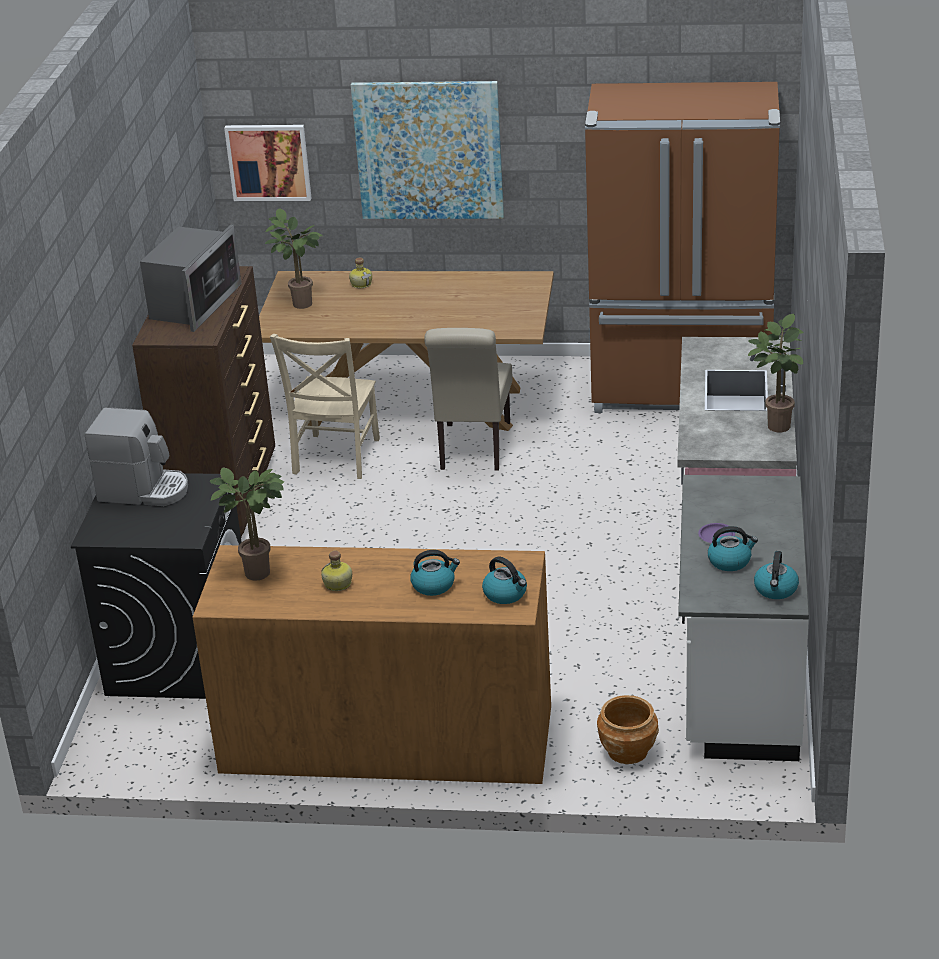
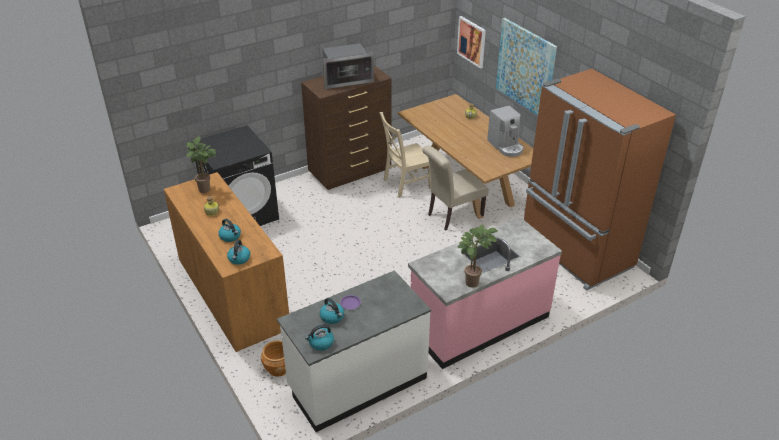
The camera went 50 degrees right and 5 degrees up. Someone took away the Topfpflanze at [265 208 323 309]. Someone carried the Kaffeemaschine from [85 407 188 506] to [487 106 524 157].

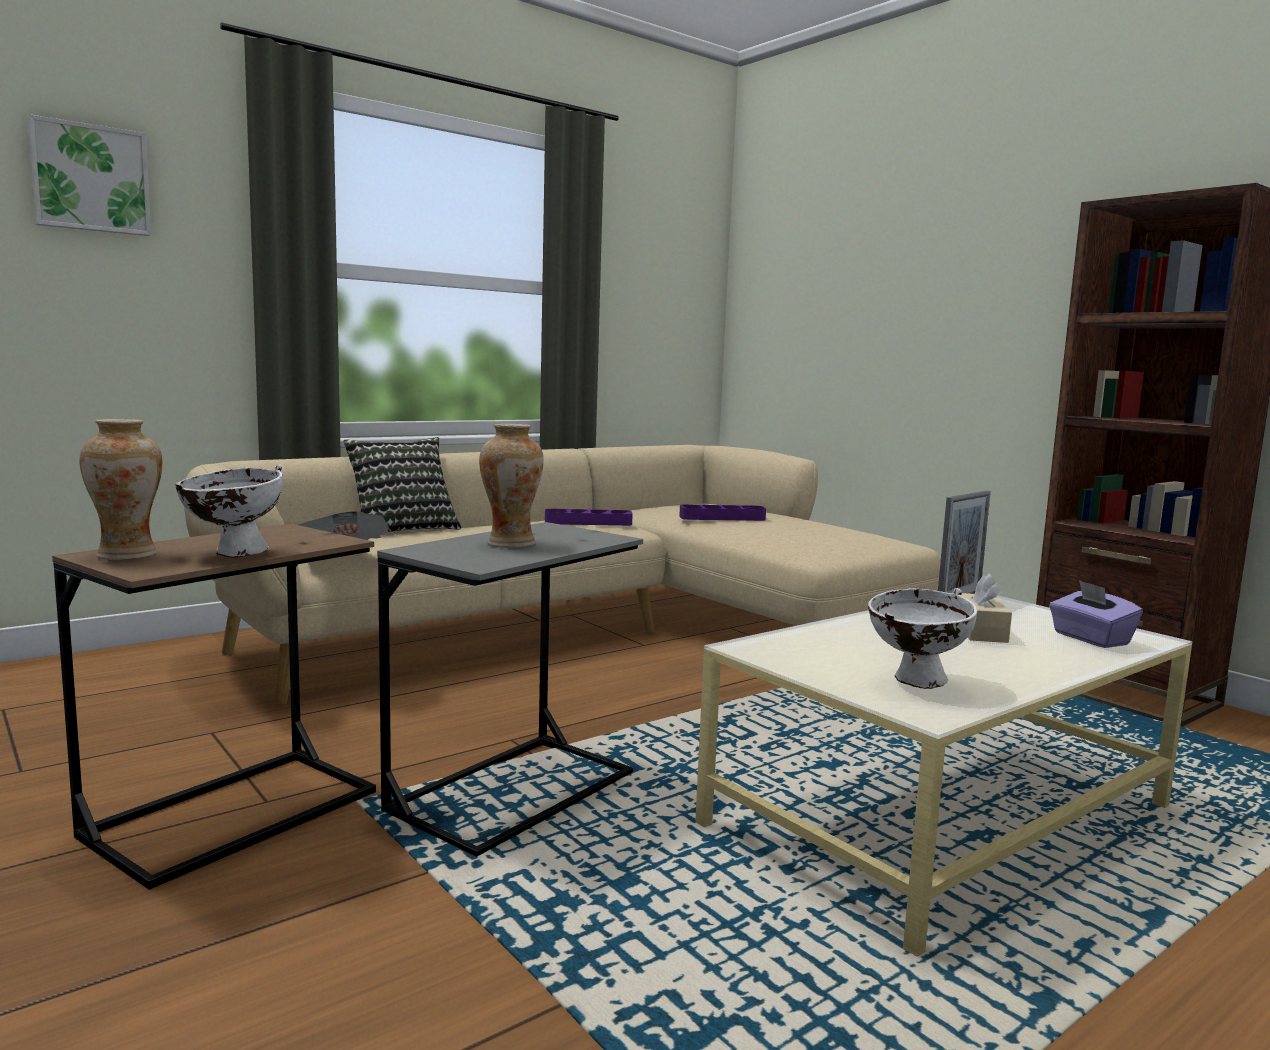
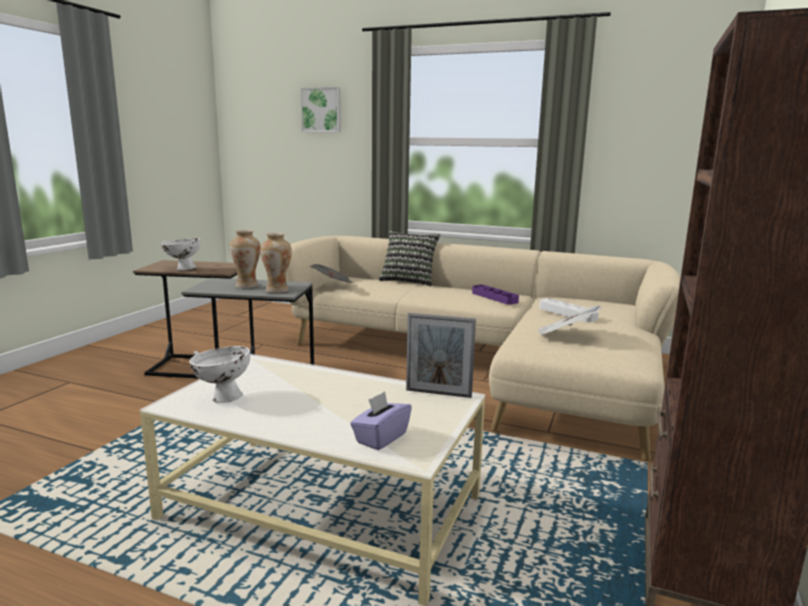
The camera went 60 degrees right and 5 degrees up. Someone carried the Vase from [80 419 163 560] to [260 233 292 293]. Someone repainted the Tablett/lila at [679 504 766 521], which became the Tablett/weiß at [539 298 599 322]. Someone took away the Taschentuchbox/beige at [961 574 1012 643]. Someone put down the Zeitung at [538 306 602 335].

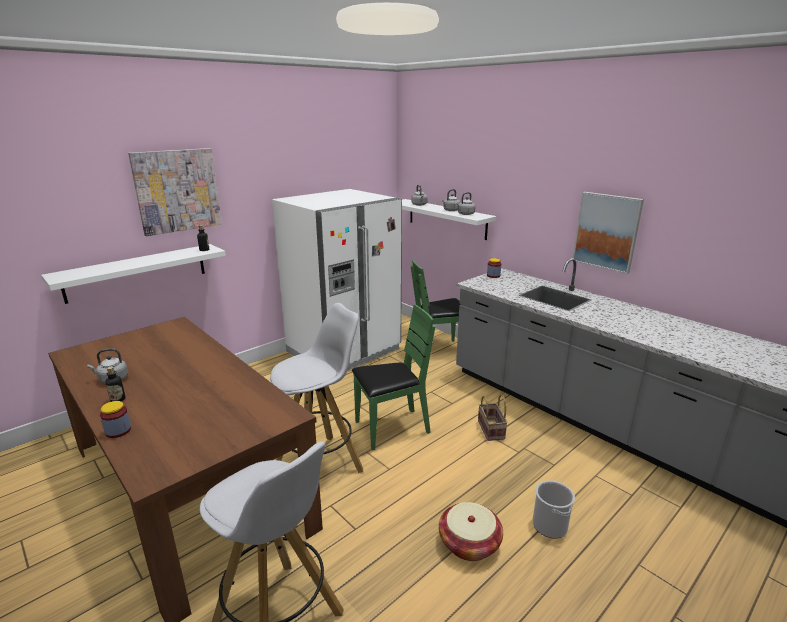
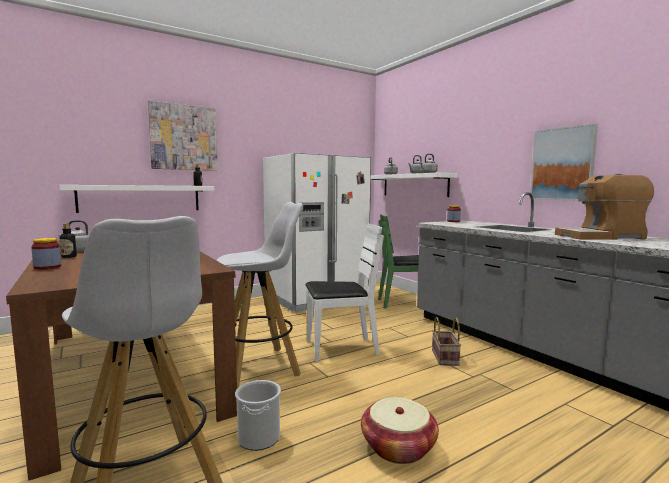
The camera went 10 degrees right and 15 degrees down. Someone repainted the Stuhl/grün at [352 305 435 450], which became the Stuhl/weiß at [305 224 384 362]. Someone carried the Eimer from [533 480 575 538] to [235 380 281 451]. Someone put down the Kaffeemaschine at [555 174 654 240].

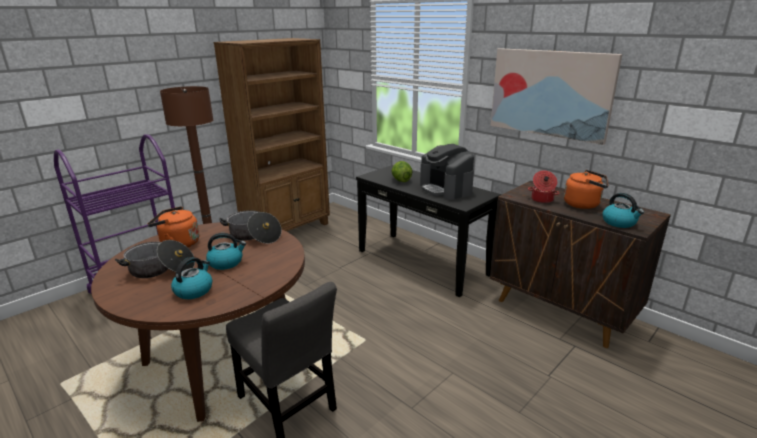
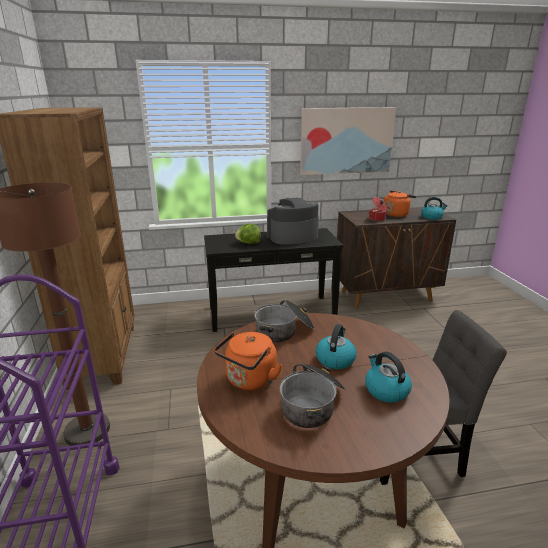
The camera went 55 degrees left and 0 degrees up. Someone rotated the Kaffeemaschine at [420 144 474 200] by 150 degrees clockwise.

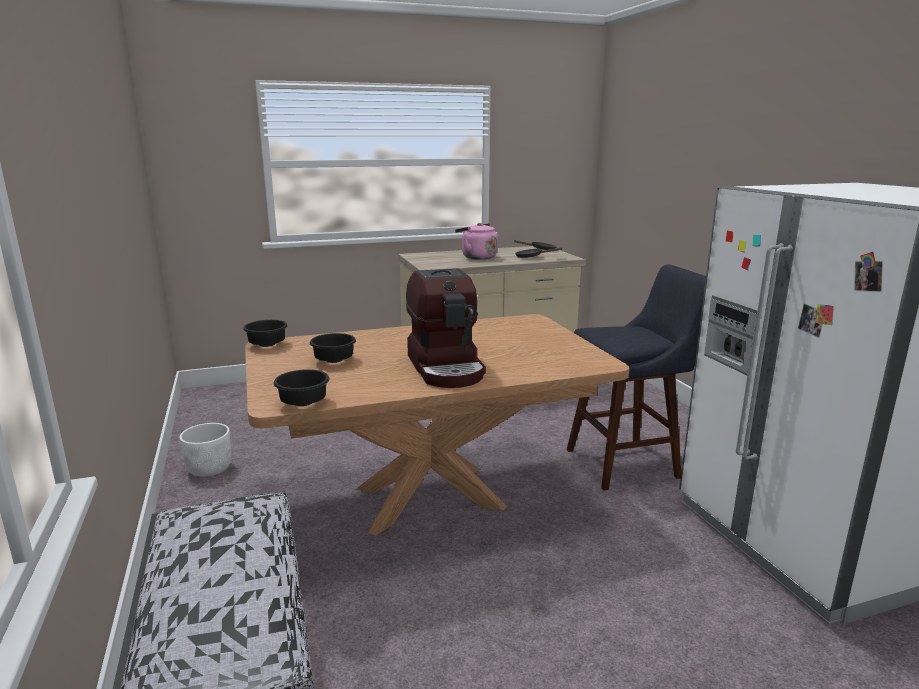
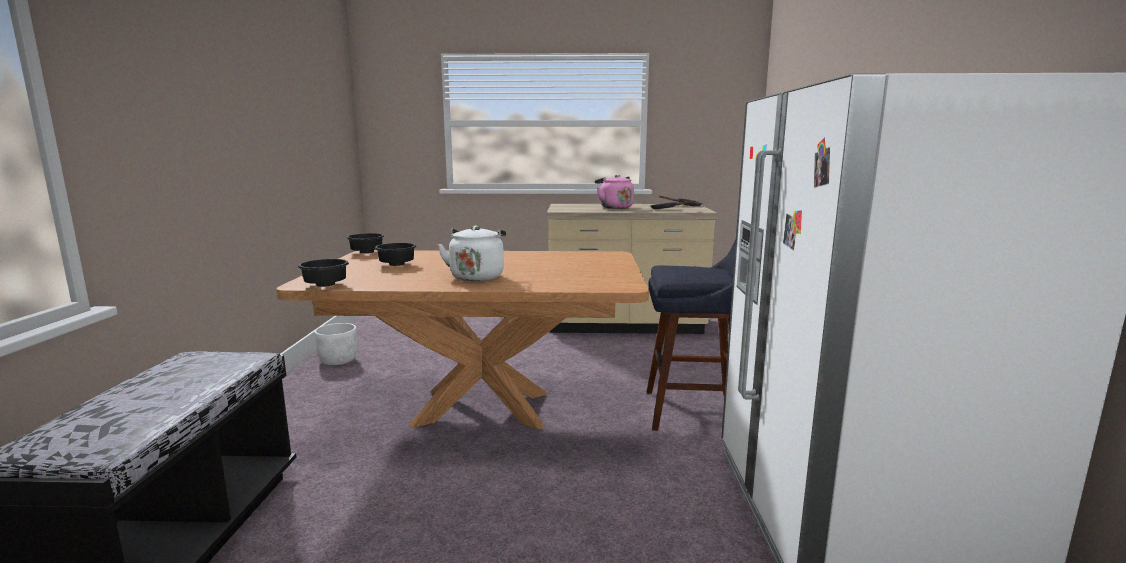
The camera went 20 degrees right and 5 degrees down. Someone swapped the Kaffeemaschine at [406 268 486 388] for the Wasserkessel/weiß at [438 226 506 281].

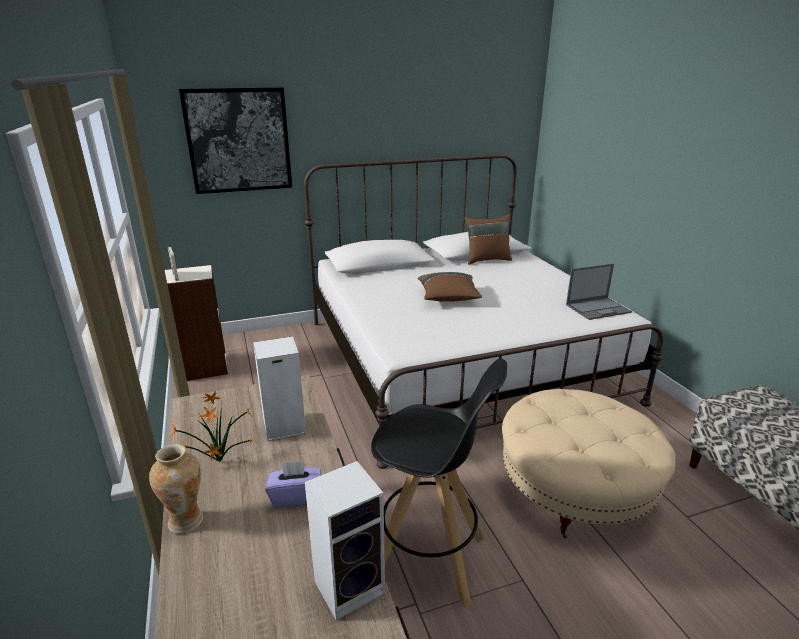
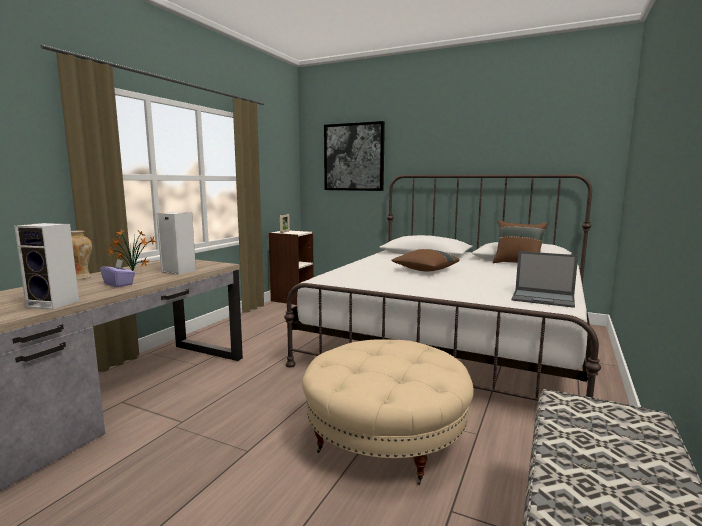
The camera went 45 degrees right and 15 degrees down. Someone took away the Hocker/schwarz at [371 358 507 608].

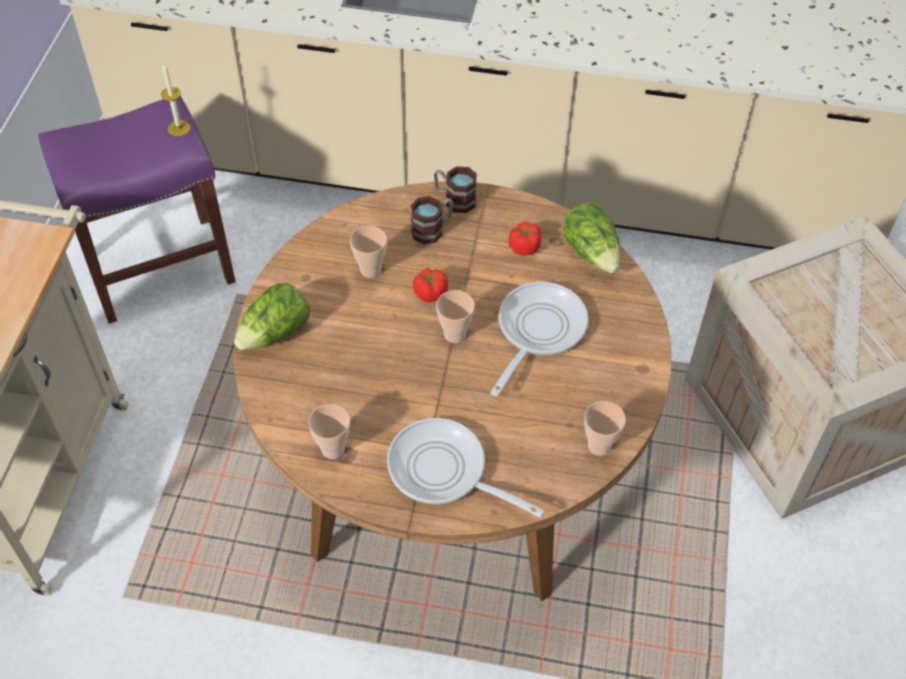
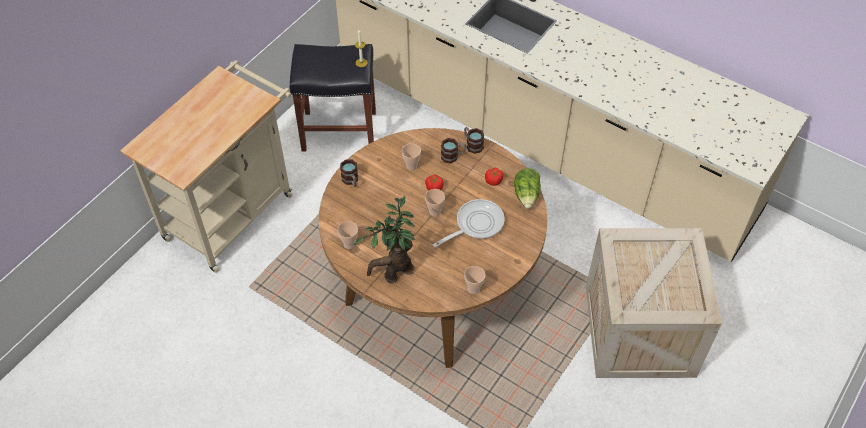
The camera went 25 degrees right and 0 degrees up. Someone repainted the Hocker/lila at [38 95 236 324], which became the Hocker/schwarz at [290 44 376 152]. Someone swapped the Salatkopf at [234 283 310 350] for the Henkelbecher at [340 159 358 187]. Someone swapped the Pfanne at [387 418 544 518] for the Topfpflanze at [354 196 415 284].

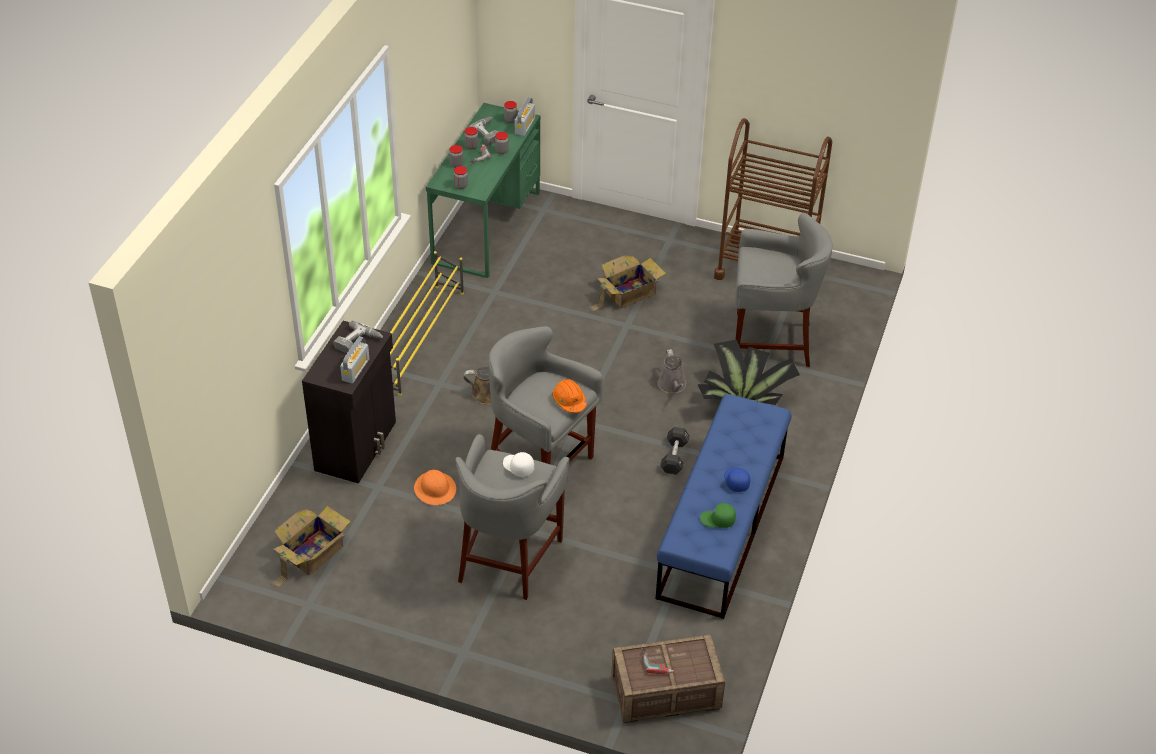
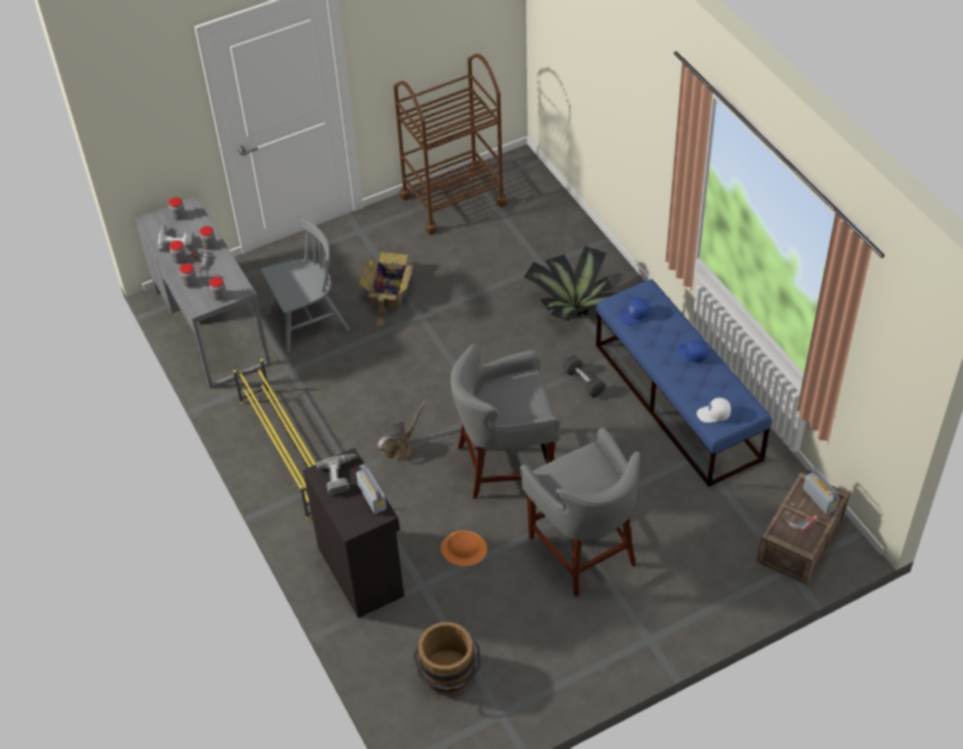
The camera went 45 degrees left and 5 degrees up. Someone carried the Radio from [515 97 535 136] to [803 468 839 515]. Someone repainted the Schreibtisch/grün at [426 103 540 278], which became the Schreibtisch/grau at [135 196 270 389]. Someone took away the Hocker/grau at [734 213 833 367]. Someone took away the Gießkanne/grau at [658 349 686 394]. Someone took away the Schutzhelm/orange at [552 379 587 413]. Someone carried the Kappe/weiß from [503 452 534 477] to [697 397 731 423]. Someone took away the Kappe/grün at [700 503 736 528]. Someone swapped the Karton at [271 506 351 588] for the Eimer/braun at [413 622 481 695]. Someone put down the Stuhl/grau at [261 219 350 353]. Someone put down the Kappe/blau at [620 298 649 326].

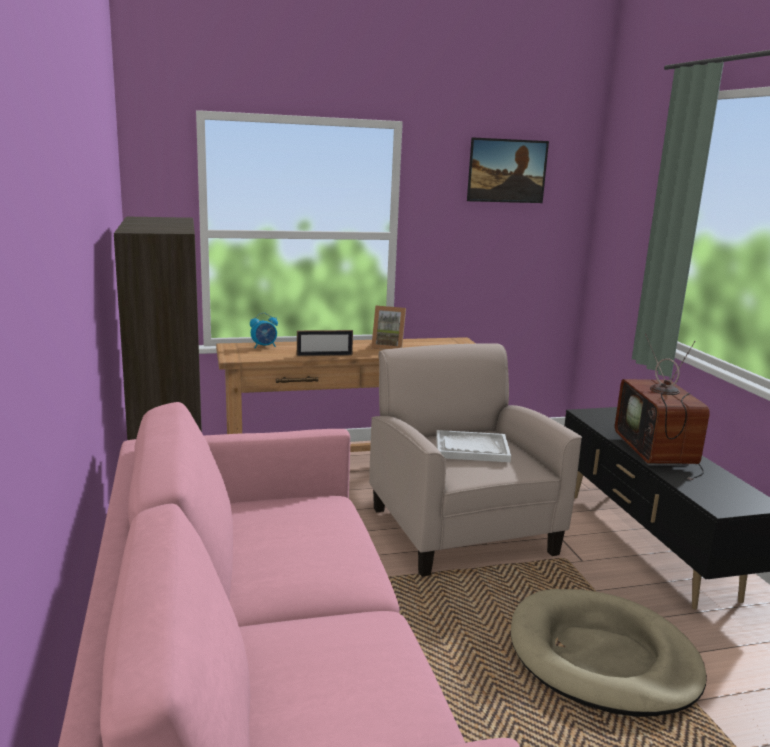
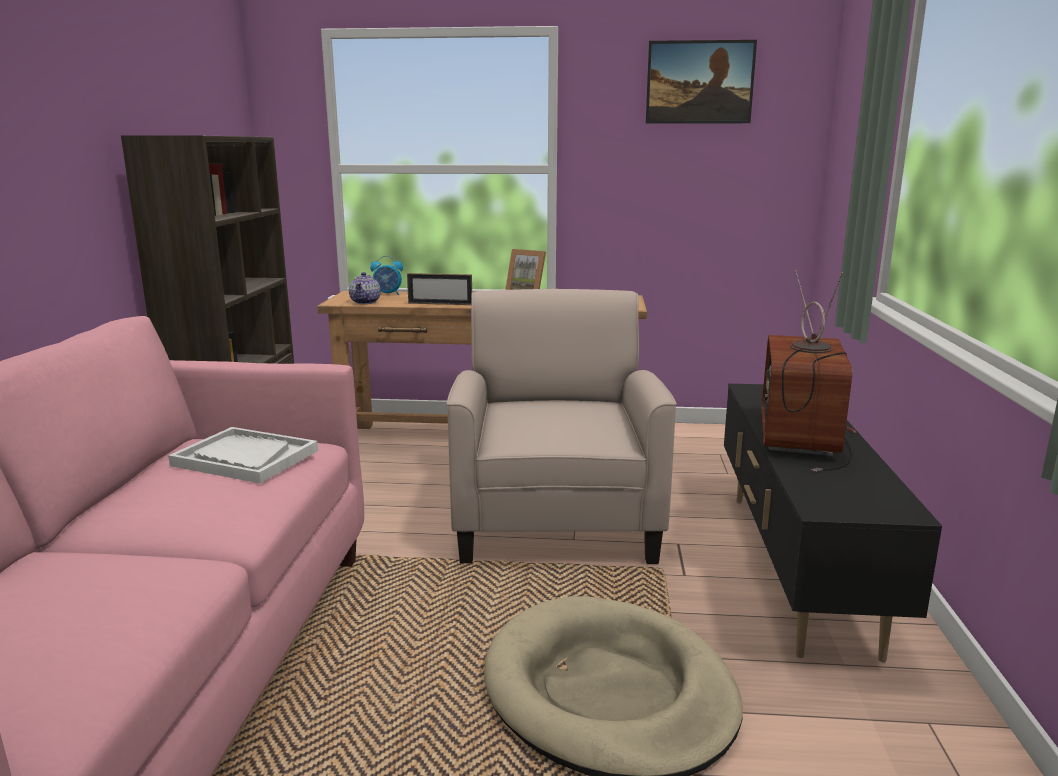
The camera went 20 degrees right and 0 degrees up. Someone carried the Tablett/weiß from [436 430 511 462] to [168 427 318 484]. Someone put down the Teekanne at [349 272 381 304].

